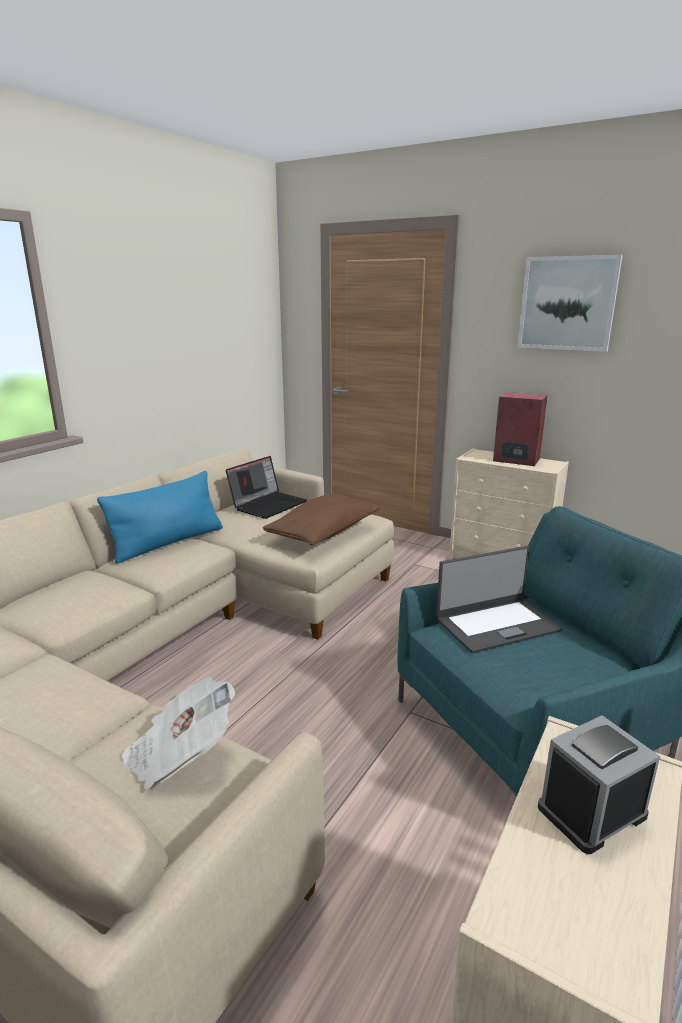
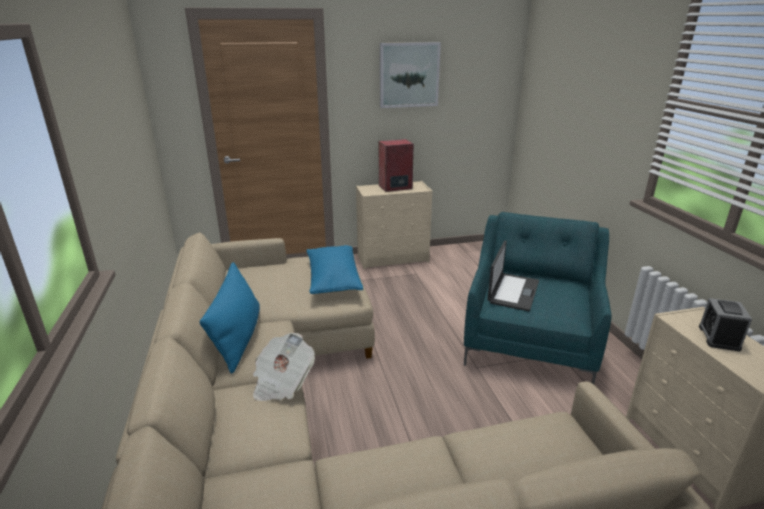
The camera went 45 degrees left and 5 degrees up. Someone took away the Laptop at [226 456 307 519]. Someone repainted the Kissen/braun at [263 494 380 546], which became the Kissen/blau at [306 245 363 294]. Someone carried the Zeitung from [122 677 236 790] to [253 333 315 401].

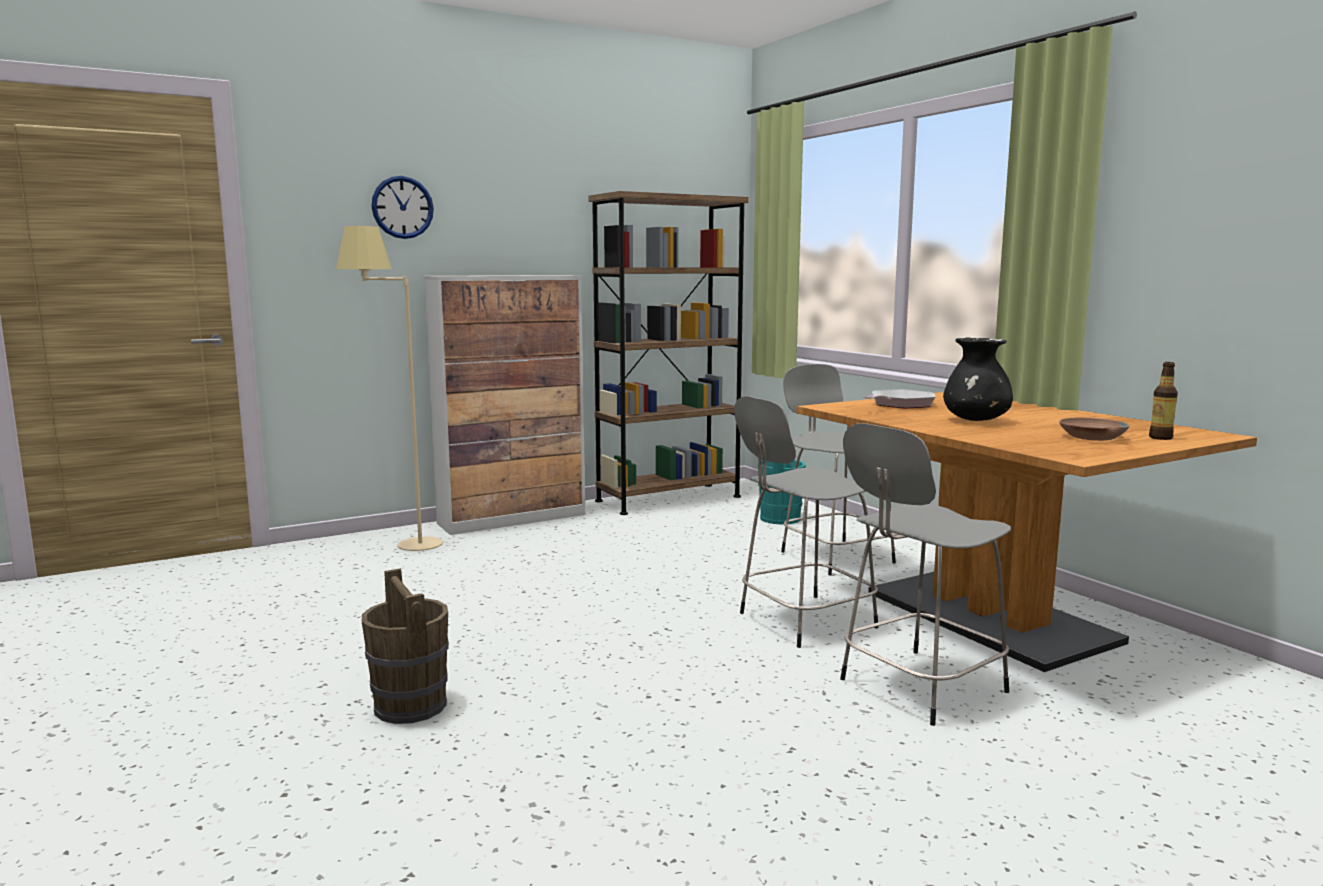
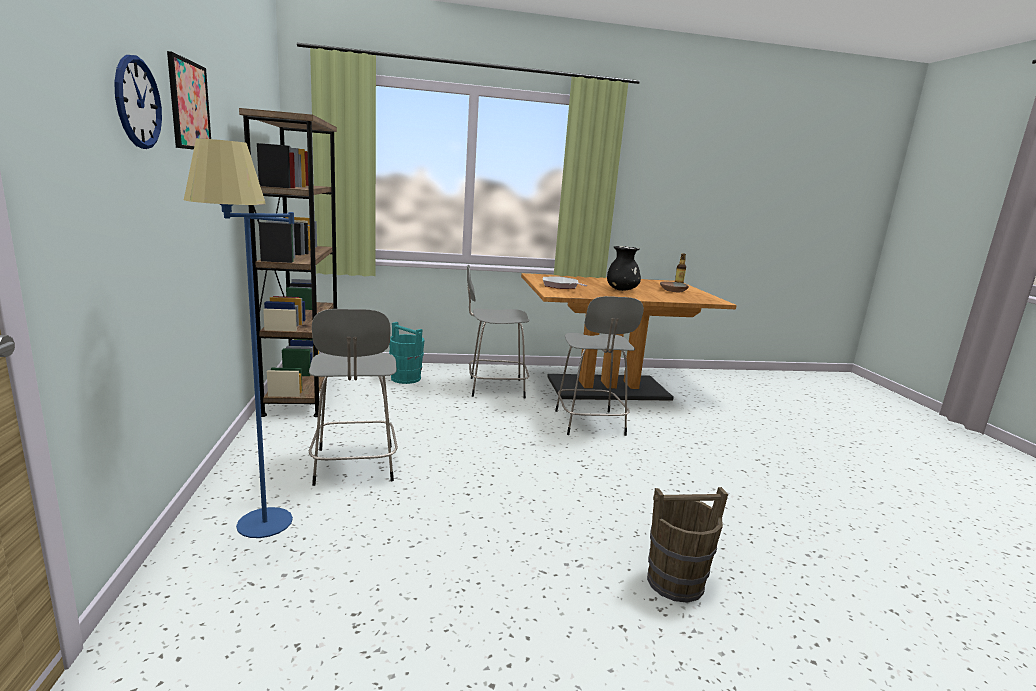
The camera went 70 degrees left and 5 degrees up. Someone repainted the Stehlampe/beige at [336 226 443 551], which became the Stehlampe/blau at [184 138 294 538]. Someone took away the Schrank at [424 275 585 535]. Someone carried the Hocker/grau from [840 423 1011 726] to [309 309 398 486]. Someone put up the Bild at [167 51 211 150].

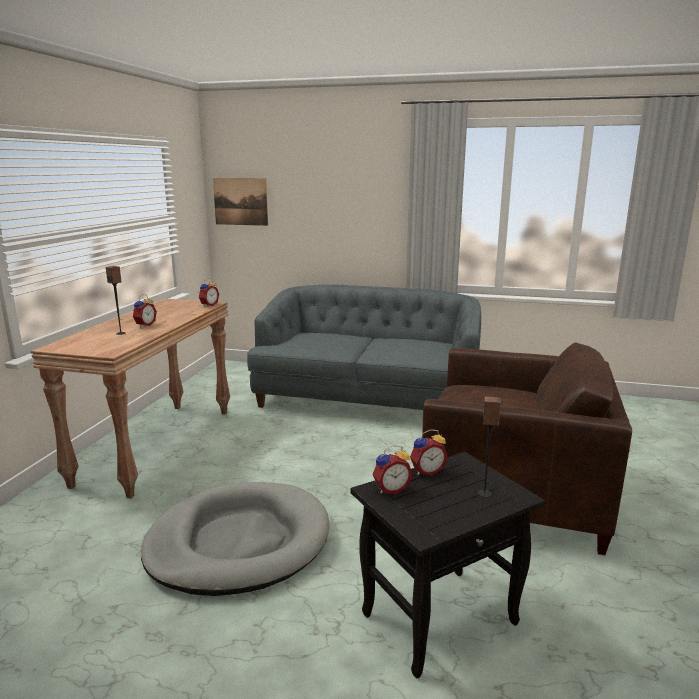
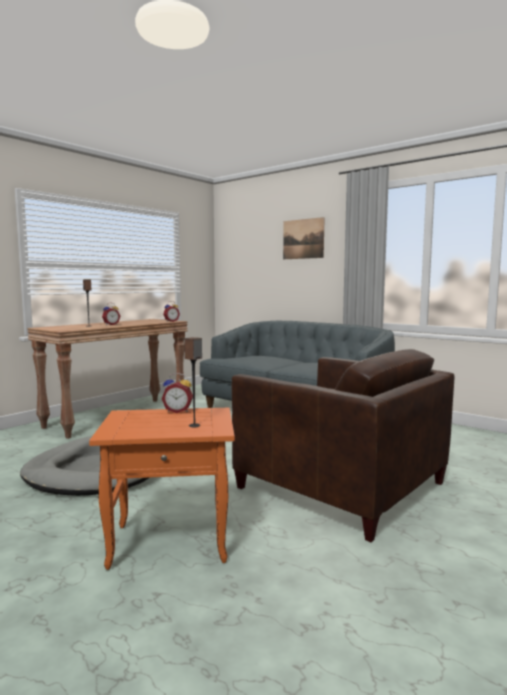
The camera went 25 degrees right and 10 degrees down. Someone carried the Bild from [213 178 268 226] to [283 217 325 259]. Someone took away the Wecker at [372 445 413 495]. Someone repainted the Beistelltisch/schwarz at [350 452 545 678], which became the Beistelltisch/orange at [89 408 235 570].

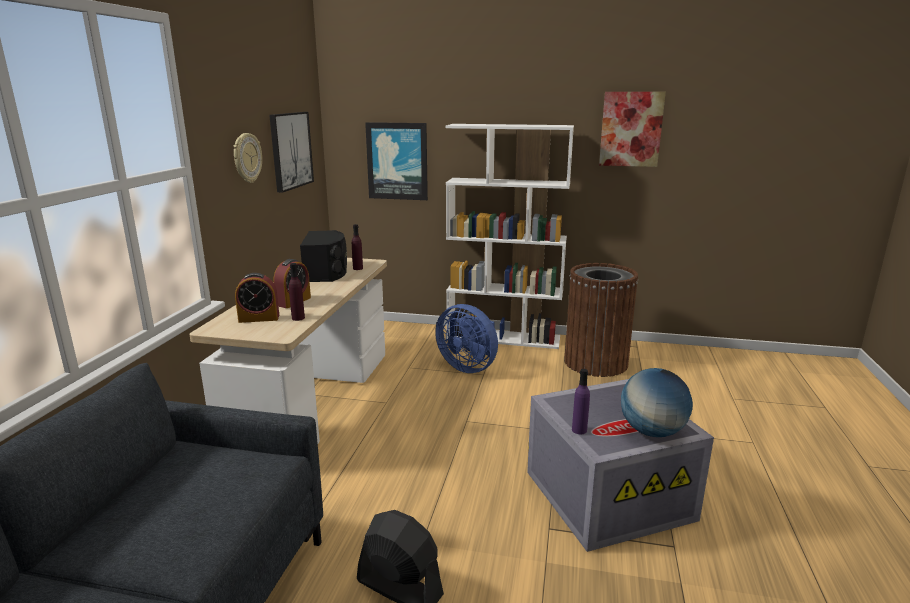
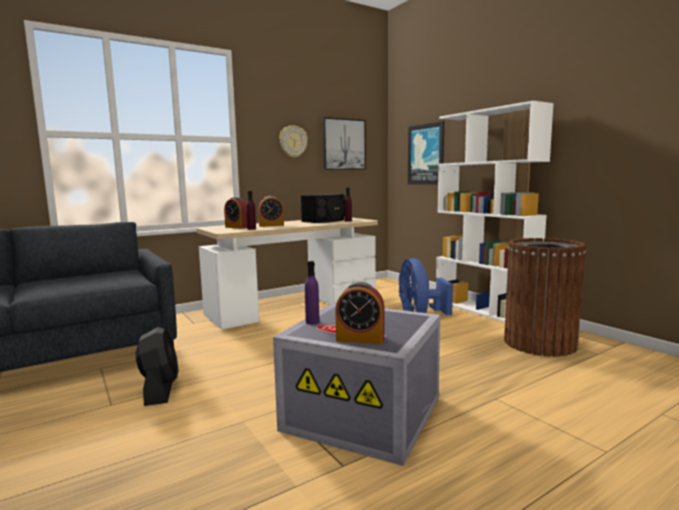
The camera went 45 degrees right and 10 degrees down. Someone took away the Bild at [599 92 666 167]. Someone swapped the Globus at [621 368 693 437] for the Wecker at [335 282 384 344].

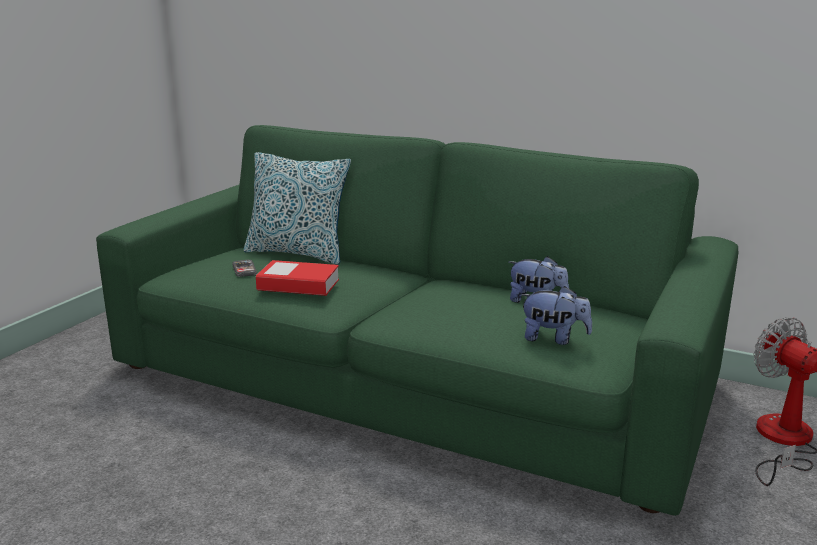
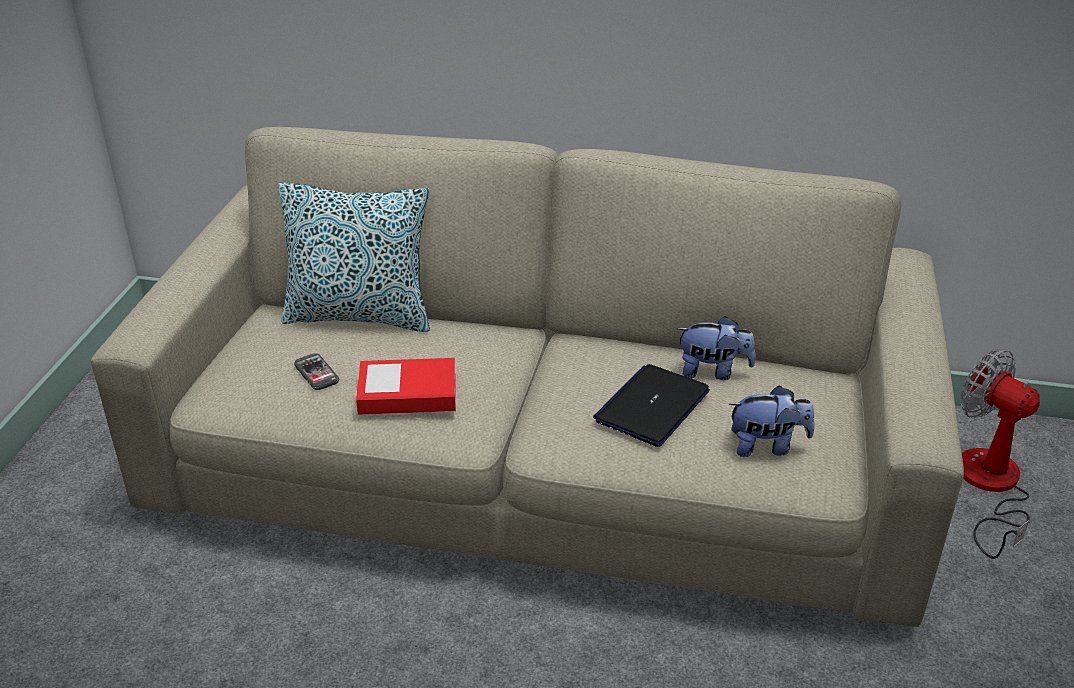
The camera went 15 degrees left and 15 degrees up. Someone repainted the Sofa/grün at [96 125 739 516], which became the Sofa/beige at [91 127 964 627]. Someone put down the Laptop at [593 364 710 447].

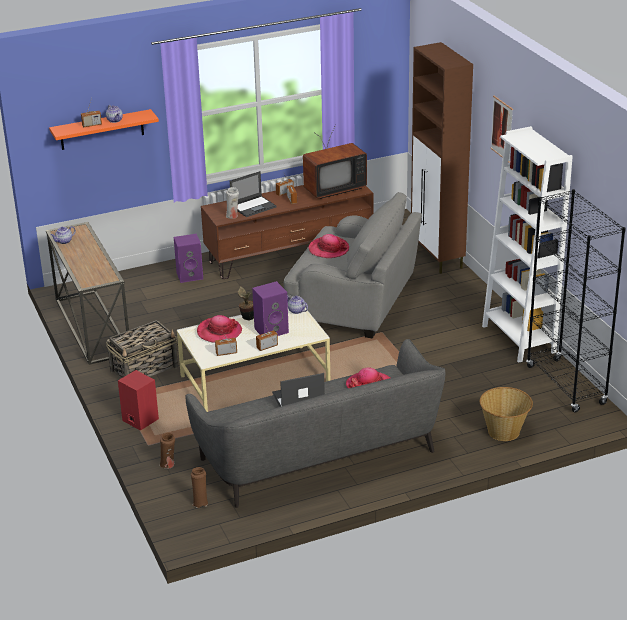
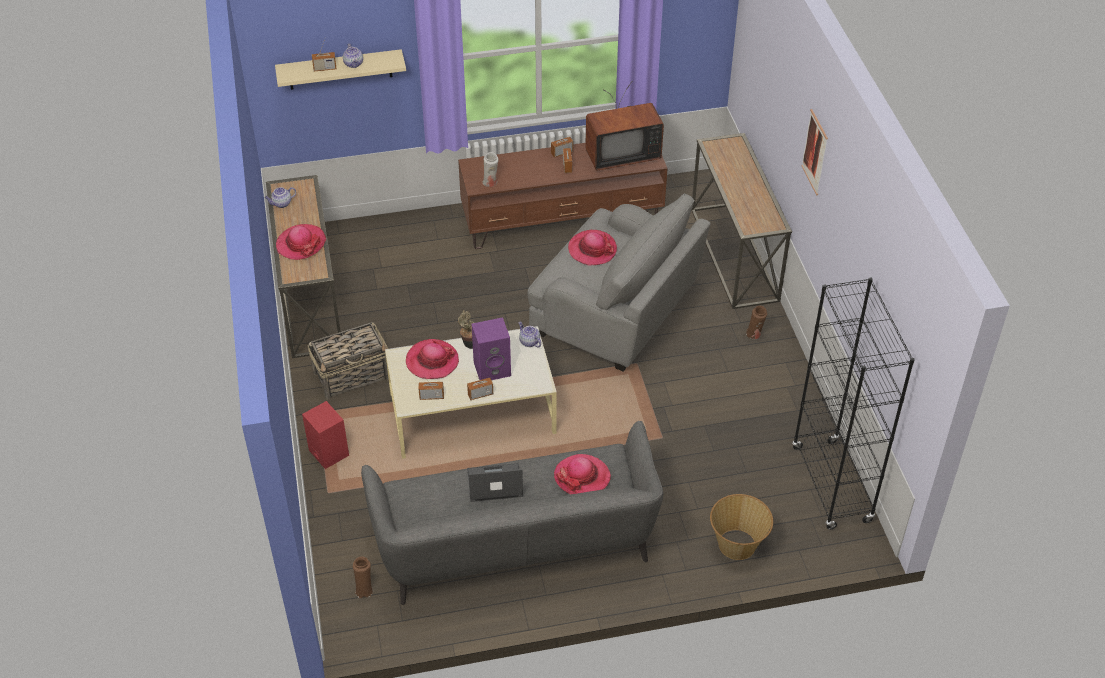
The camera went 10 degrees right and 15 degrees up. Someone swapped the Schrank/braun at [411 42 473 274] for the Konsolentisch at [691 133 792 309]. Someone repainted the Wandregal/orange at [49 109 159 150], which became the Wandregal/beige at [275 49 406 90]. Someone took away the Bücherregal/weiß at [482 126 573 363]. Someone took away the Laptop at [230 171 277 217]. Someone took away the Lautsprecher/lila at [174 234 203 283]. Someone carried the Vase/braun from [160 432 175 469] to [746 306 767 339]. Someone put down the Hut at [276 224 326 260].

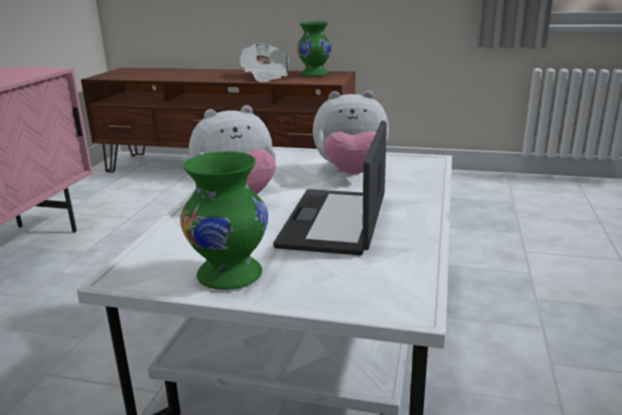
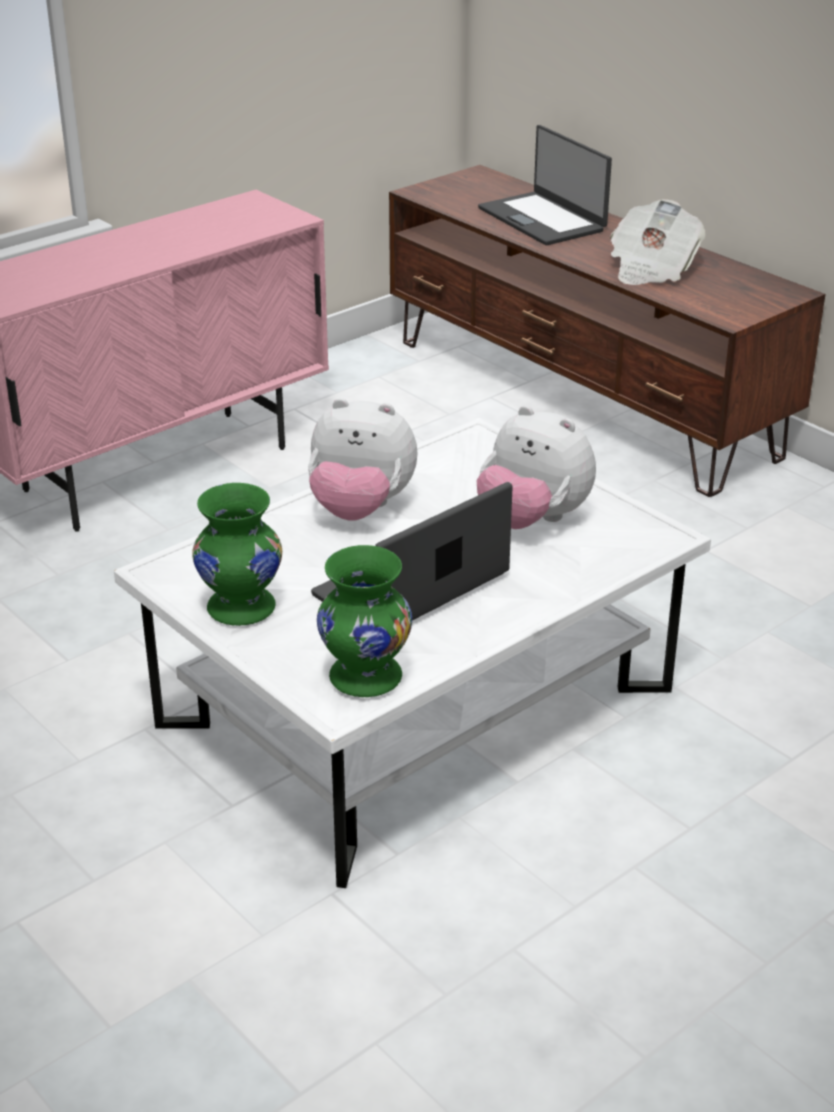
The camera went 35 degrees right and 10 degrees up. Someone carried the Vase/grün from [297 22 332 76] to [317 545 412 697]. Someone put down the Laptop at [478 125 612 245].

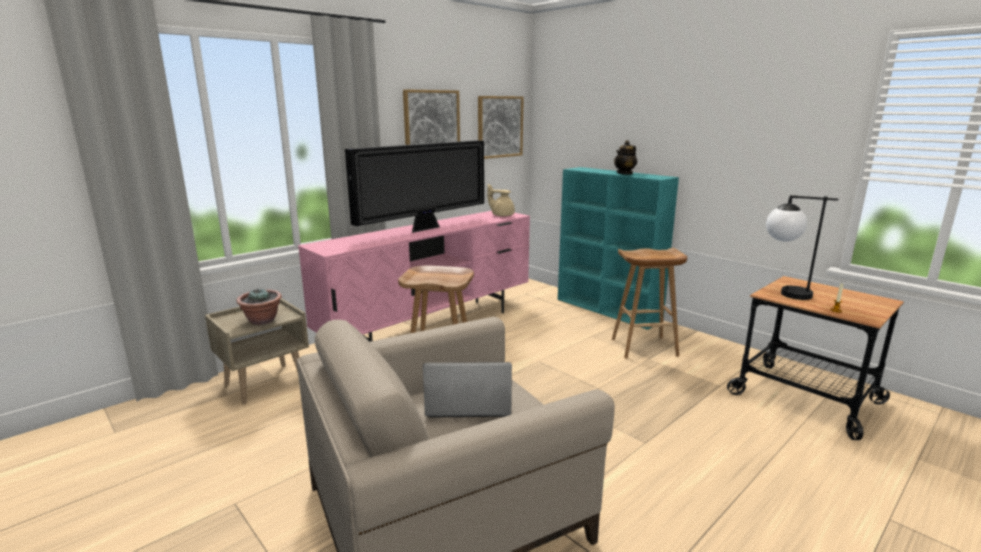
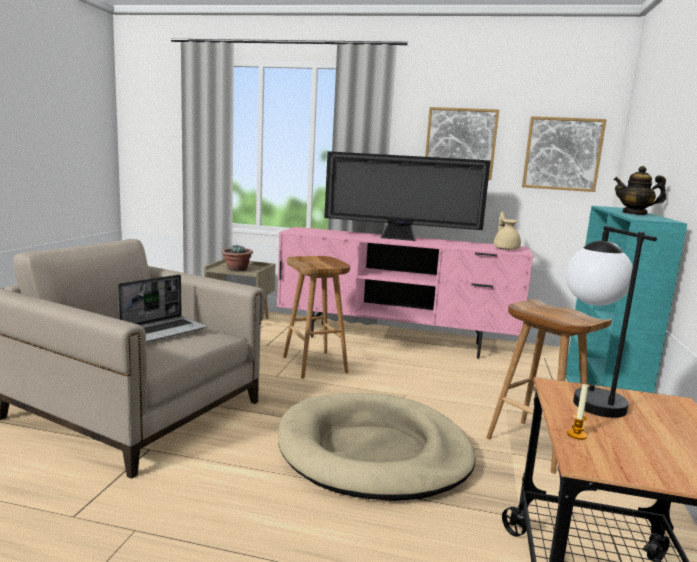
The camera went 55 degrees right and 5 degrees down. Someone rotated the Laptop at [423 362 512 417] by 75 degrees clockwise. Someone put down the Hundebett/beige at [278 393 476 501].

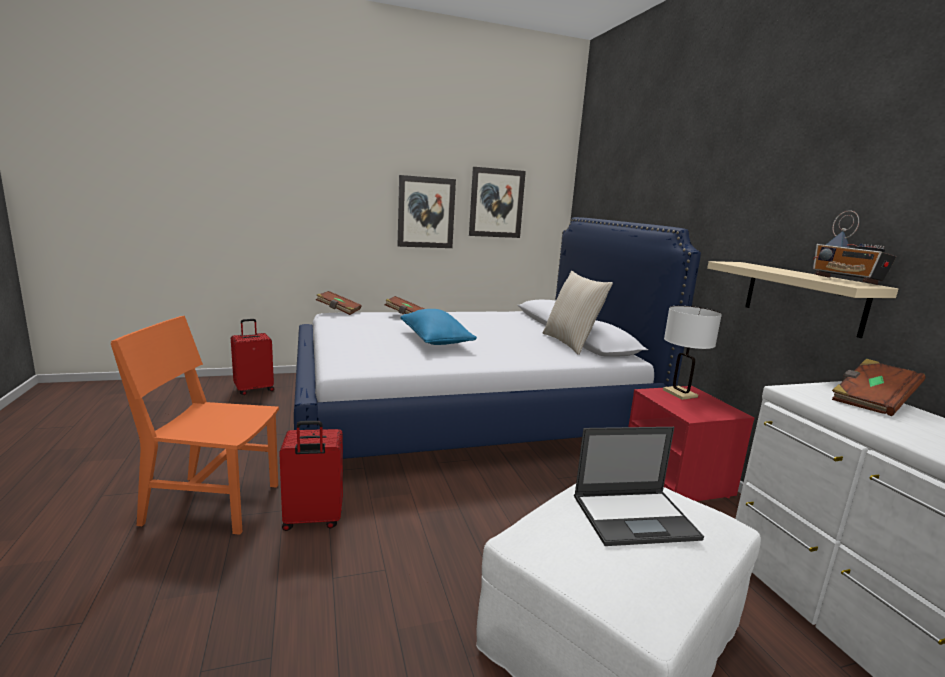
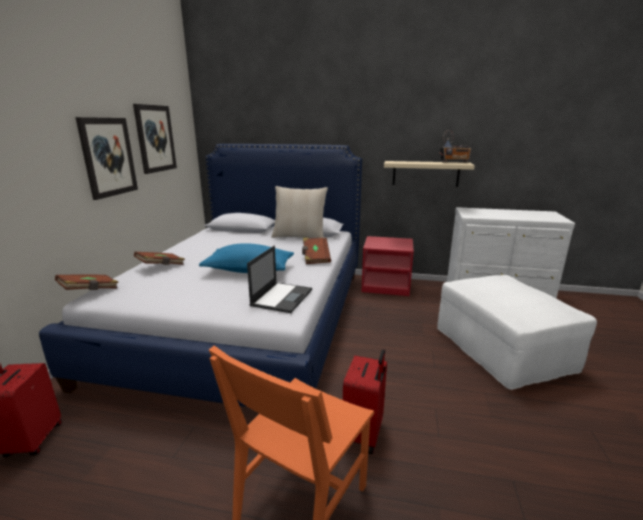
The camera went 60 degrees left and 5 degrees up. Someone took away the Tischlampe/weiß at [663 306 722 400]. Someone carried the Buch/braun from [832 359 925 416] to [302 238 331 264]. Someone carried the Laptop from [574 427 704 546] to [247 246 312 313].

